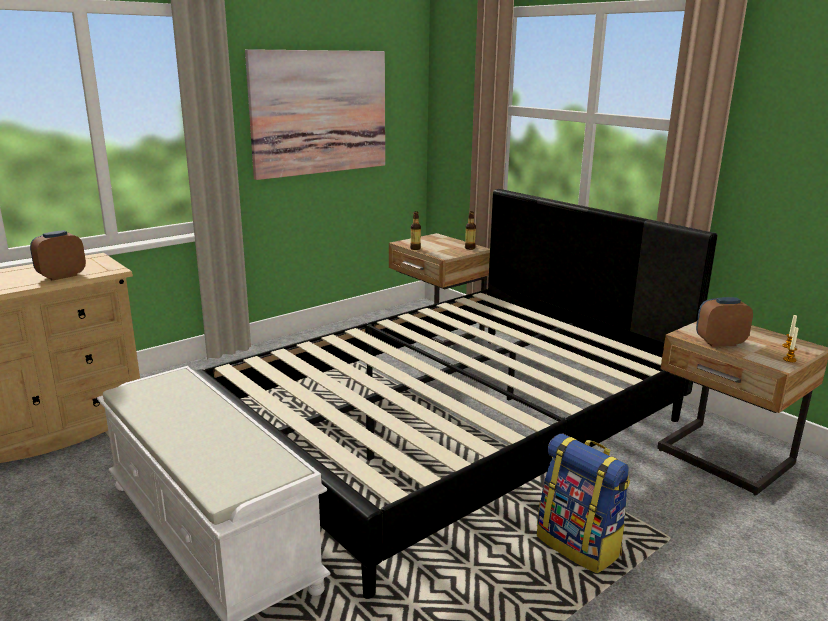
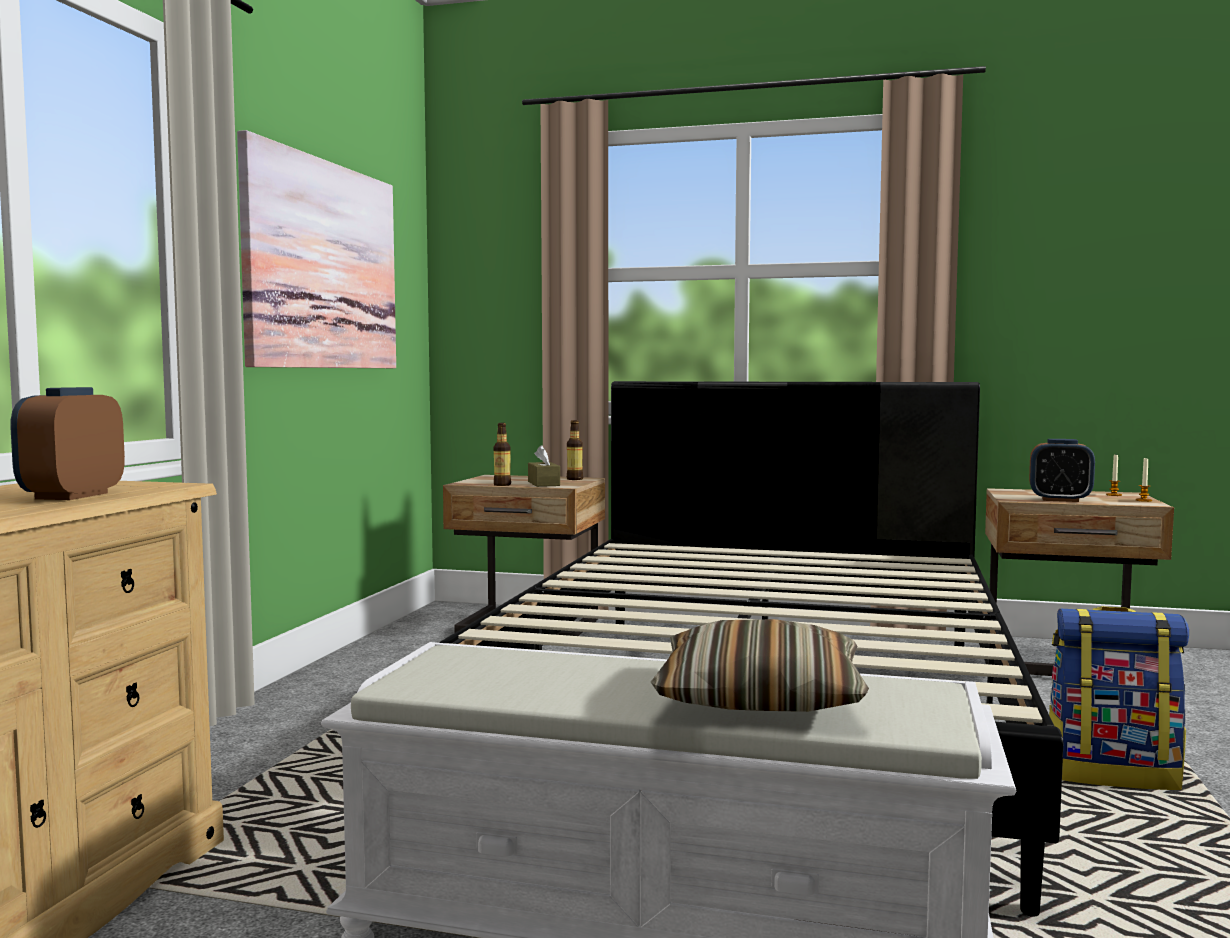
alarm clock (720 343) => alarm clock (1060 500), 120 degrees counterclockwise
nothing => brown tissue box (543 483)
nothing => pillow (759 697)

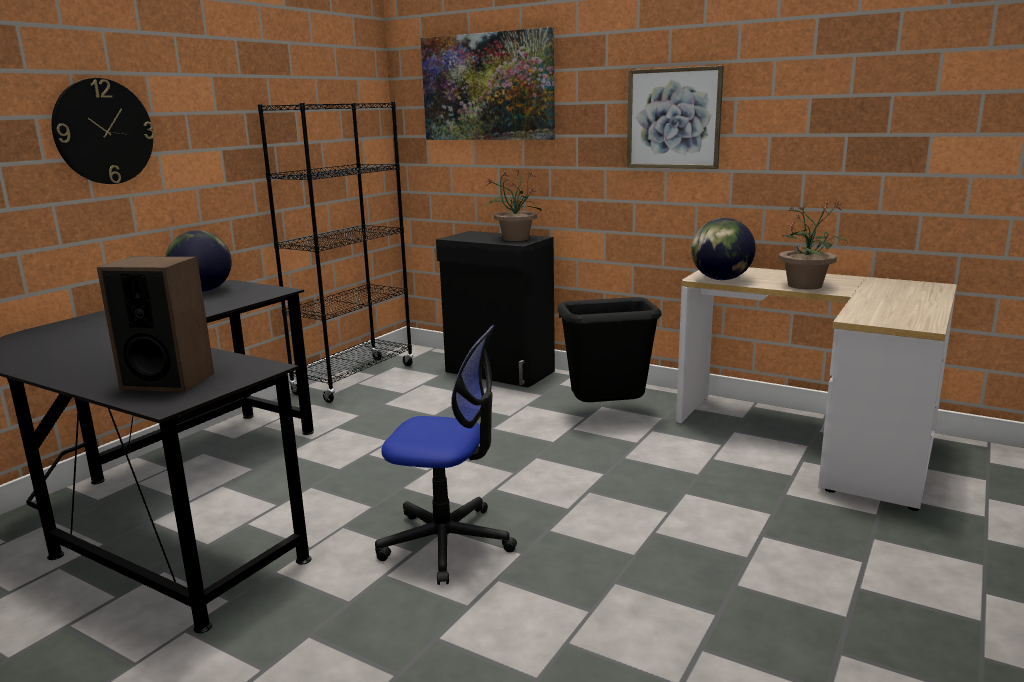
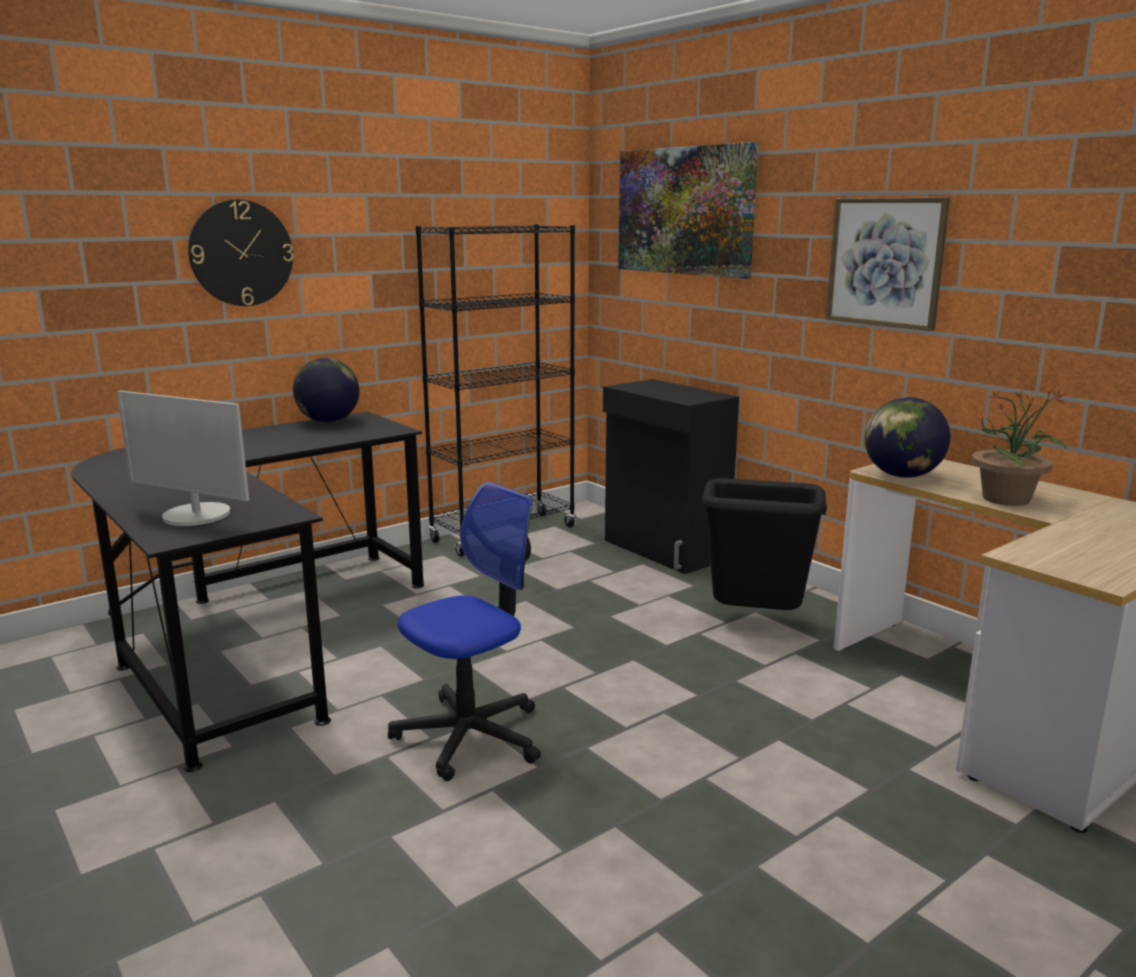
potted plant (515 238) => nothing
speaker (168 381) => monitor (196 515)
office chair (447 542) => office chair (470 736), 75 degrees counterclockwise

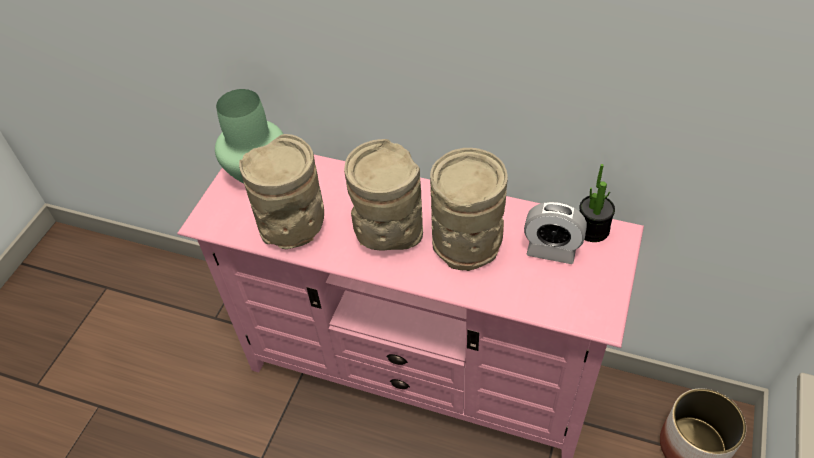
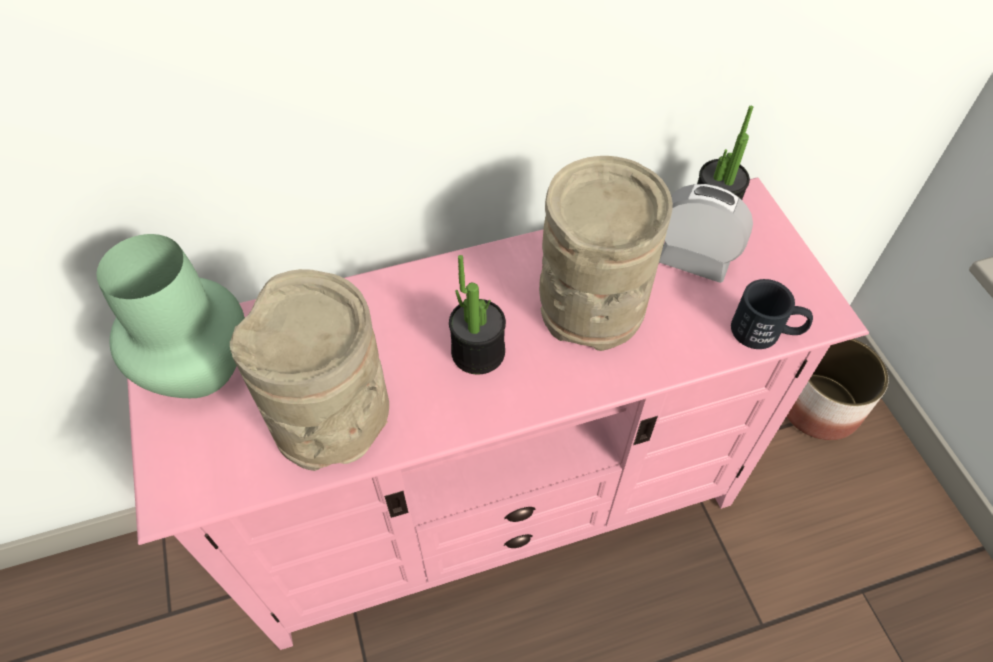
beige vase (387 234) => potted plant (478 352)
alarm clock (551 250) => alarm clock (694 259), 135 degrees counterclockwise
nothing => black mug (766 332)

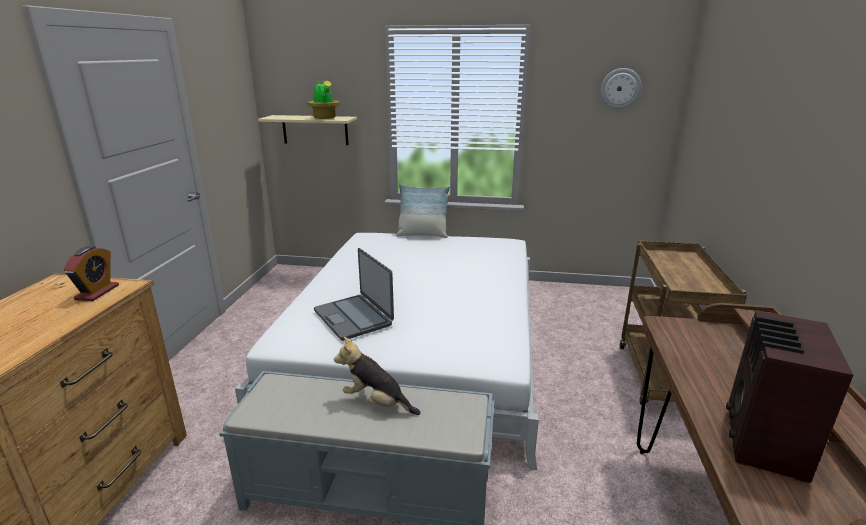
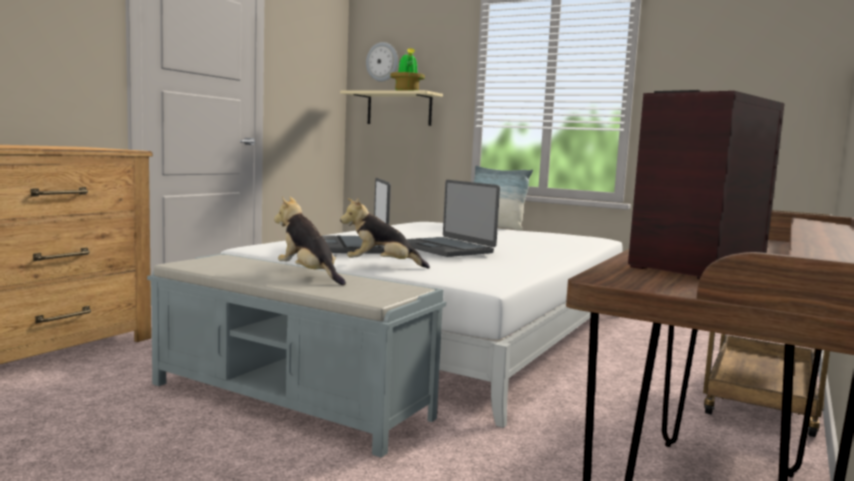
wall clock (620 88) => wall clock (382 62), shifted
alarm clock (97 292) => nothing
nothing => laptop (446 248)
nothing => plush toy (381 266)

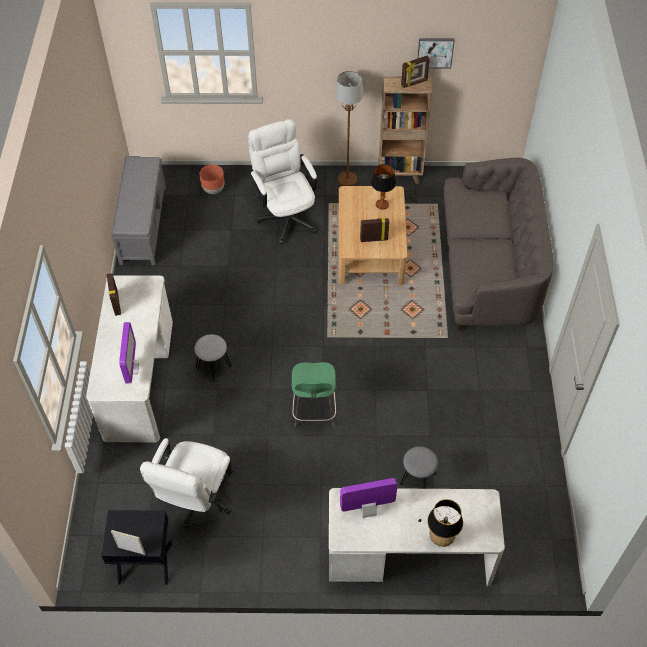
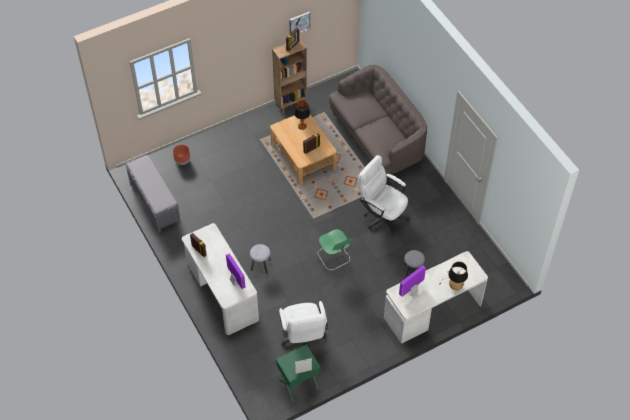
brown floor lamp (347 179) => nothing
white office chair (285 215) => white office chair (382 216), shifted
black nightstand (145 563) => green nightstand (298 384)

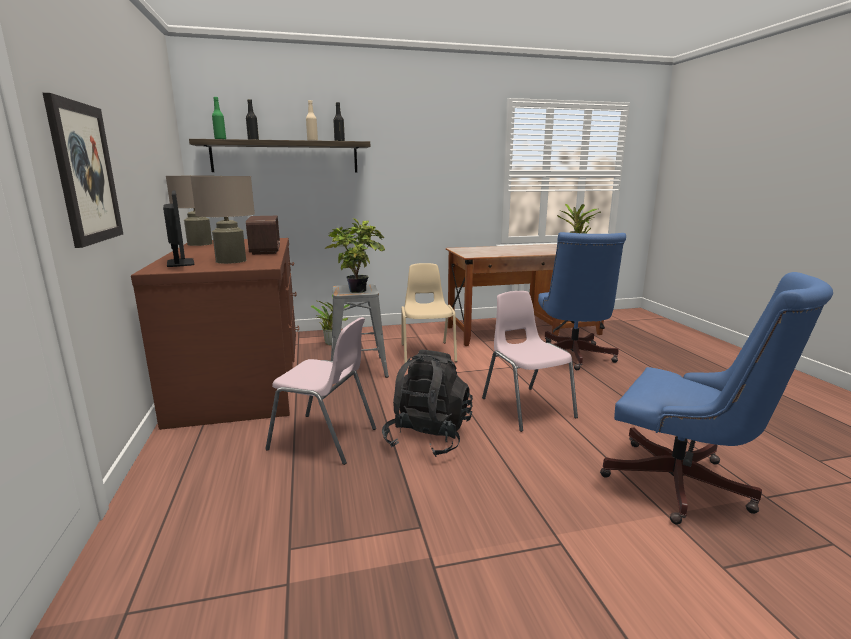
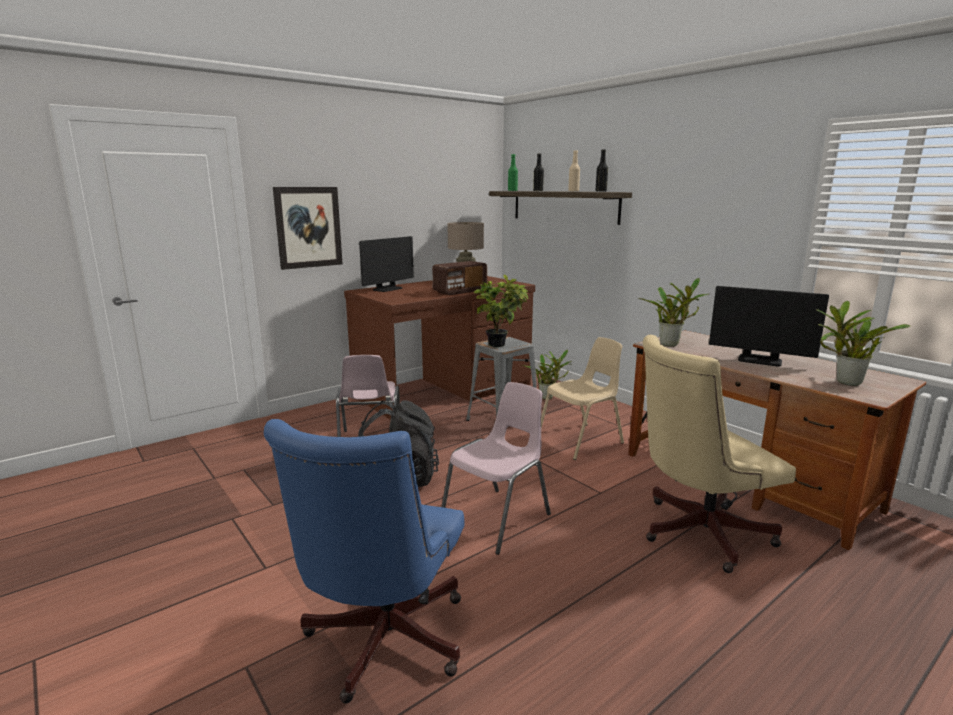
beige table lamp (231 261) => nothing
blue office chair (572 357) => beige office chair (696 533)
nothing => potted plant (671 344)
nothing => monitor (759 360)

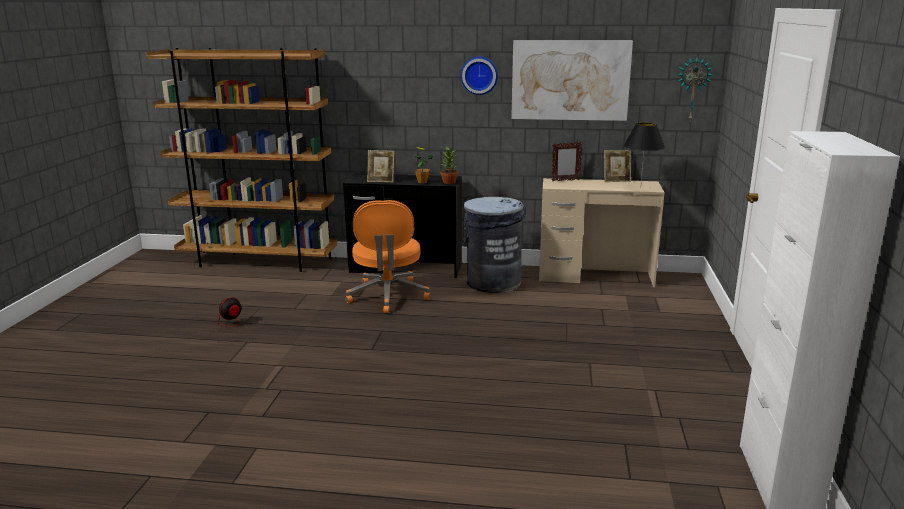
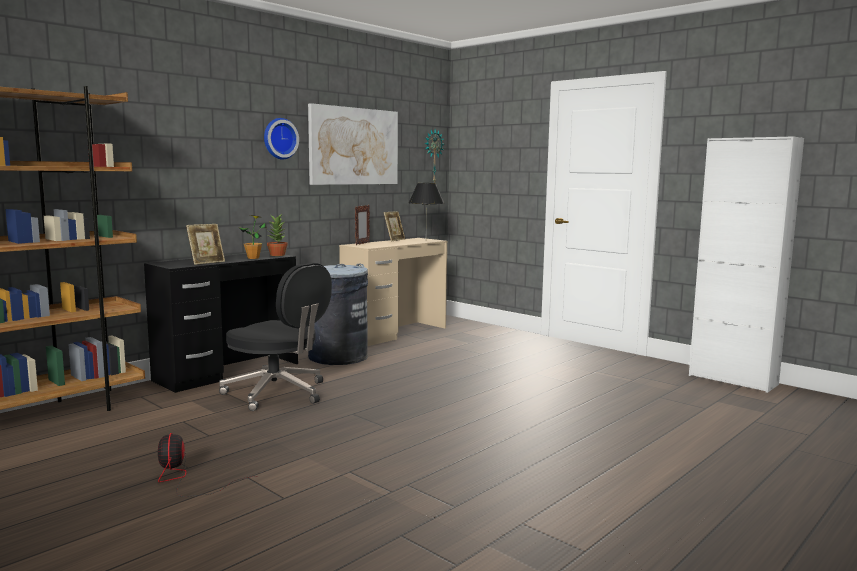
orange office chair (388 296) => black office chair (278 393)

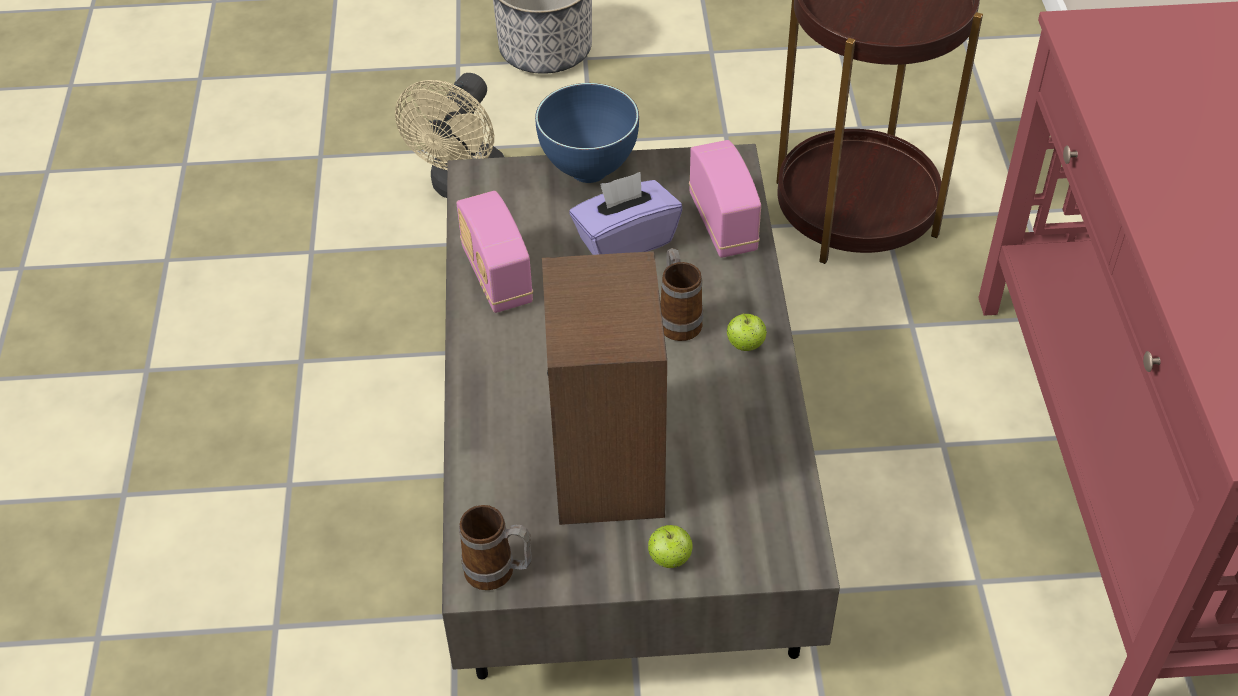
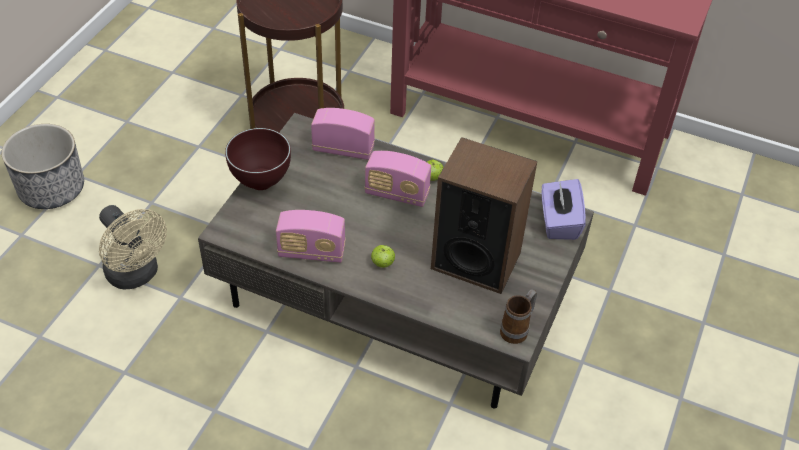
blue bowl (588 170) => brown bowl (259 182)
purple tissue box (625 240) => purple tissue box (559 222), shifted
mug (678 319) => radio (397 194)
apple (670 559) => apple (383 263), shifted

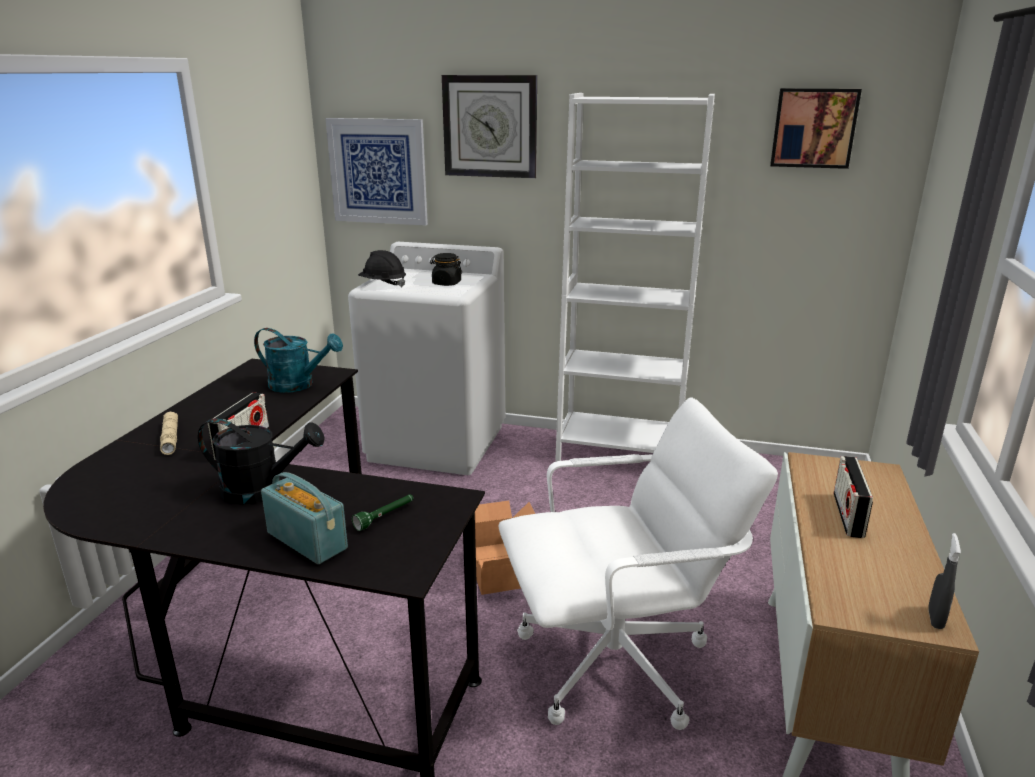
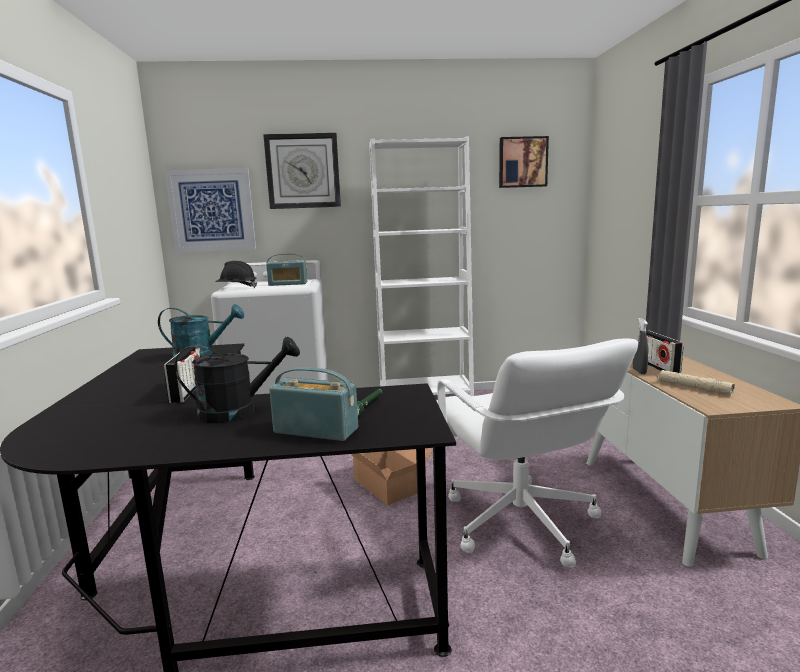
black jar (446 283) => radio (288 284)
white office chair (616 664) => white office chair (520 523), 105 degrees clockwise
beige flashlight (170 438) => beige flashlight (693 388), shifted
grey spray bottle (935 619) => grey spray bottle (639 371), shifted

